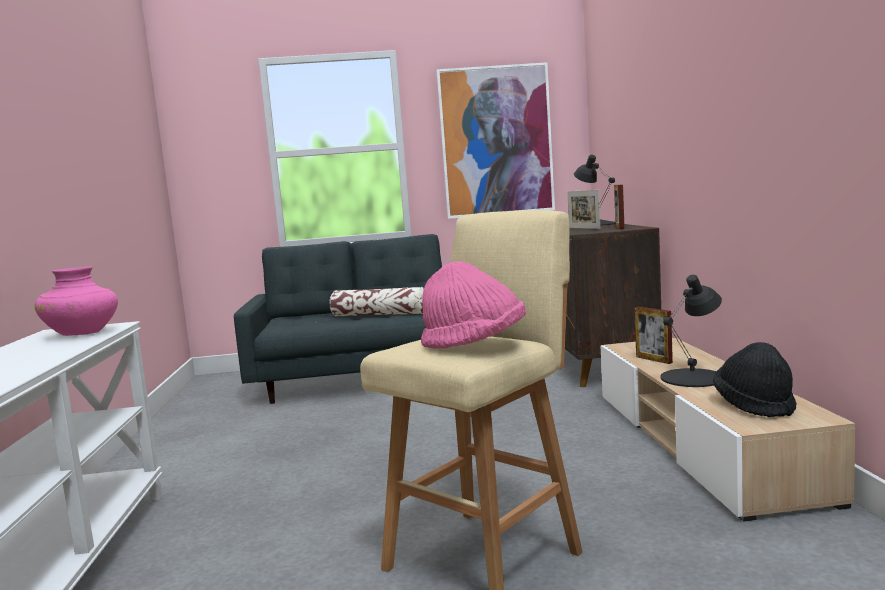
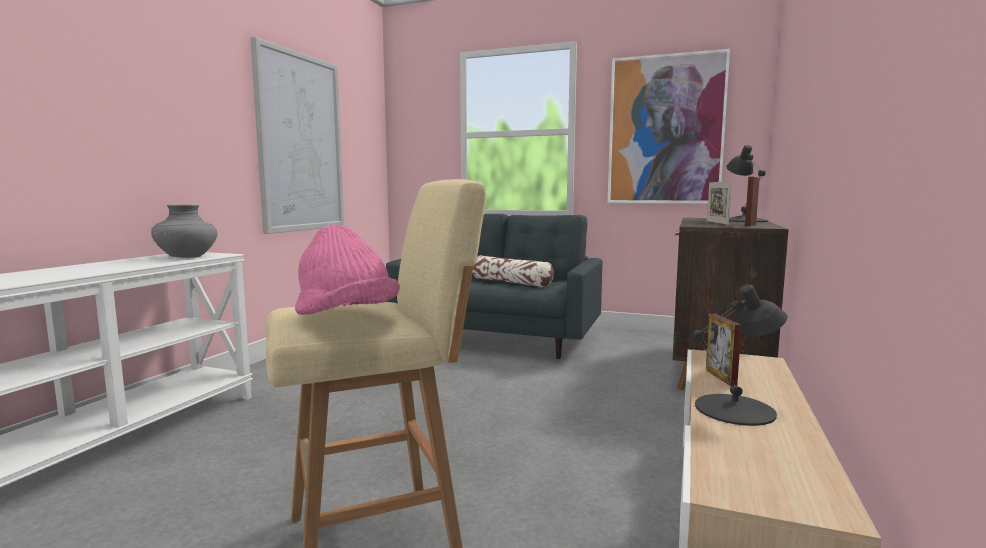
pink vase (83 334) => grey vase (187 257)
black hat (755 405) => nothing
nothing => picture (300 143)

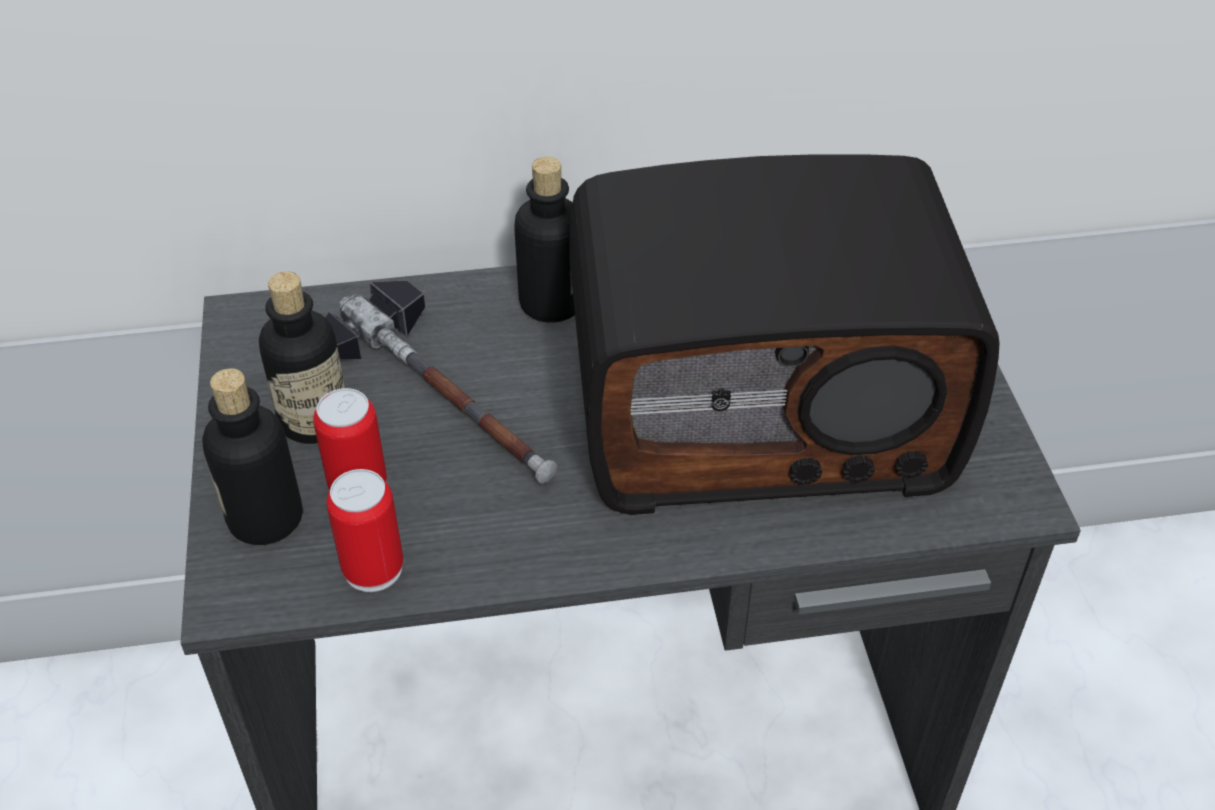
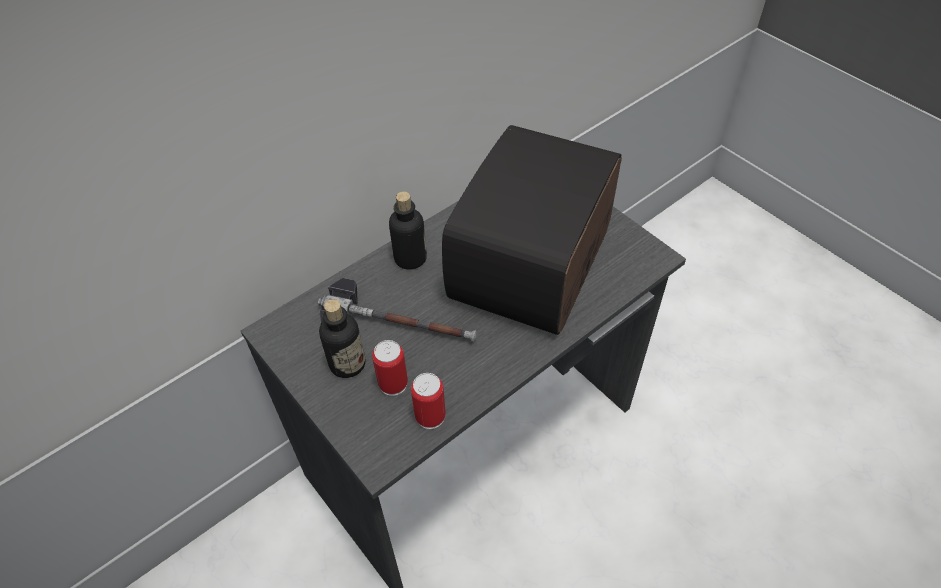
radio (760 408) => radio (534 265), 150 degrees clockwise
bottle (265 518) => nothing

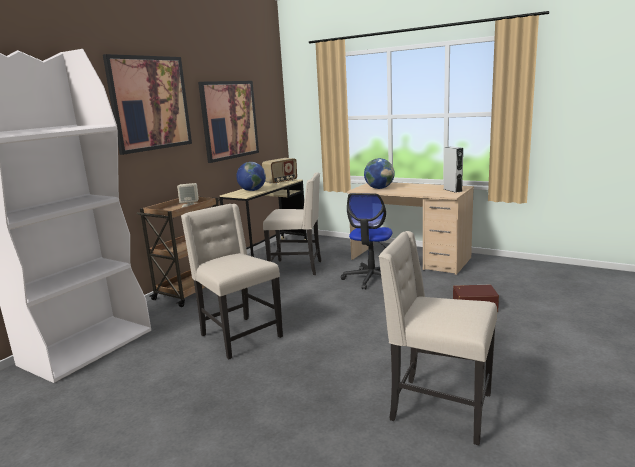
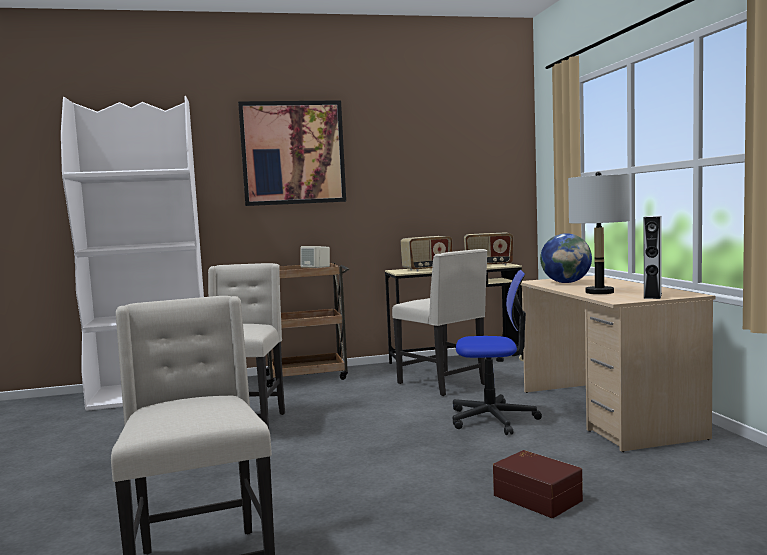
picture (229 120) => nothing
globe (252 190) => radio (427 269)
office chair (371 278) => office chair (493 419), 150 degrees counterclockwise
nothing => grey table lamp (599 292)

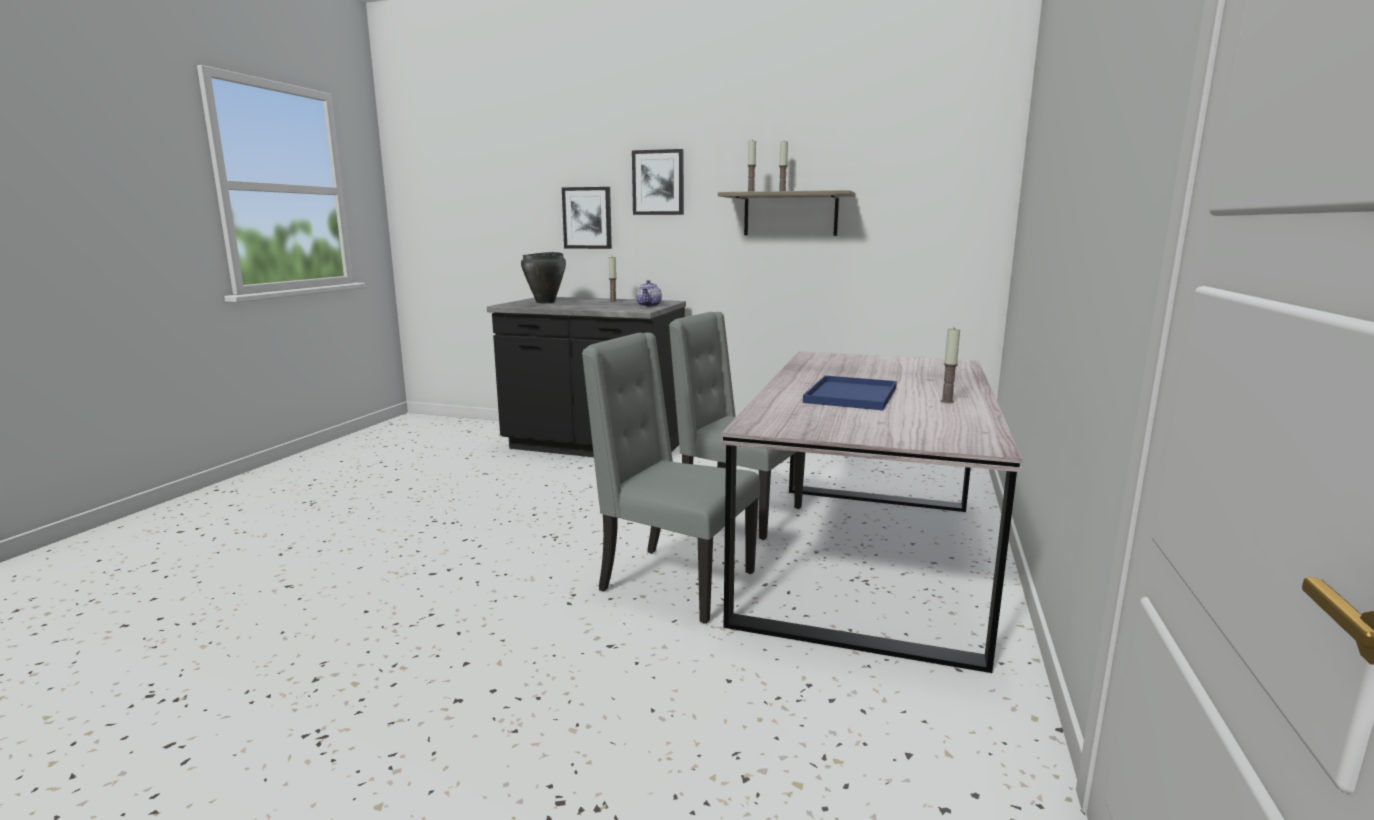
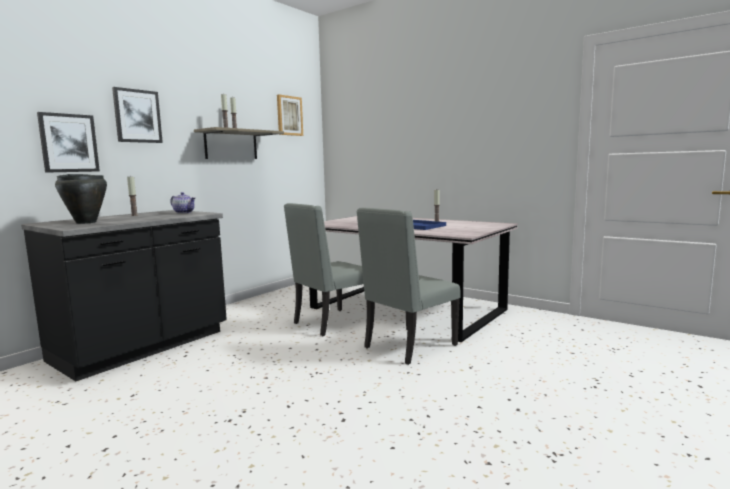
nothing => picture (289 116)

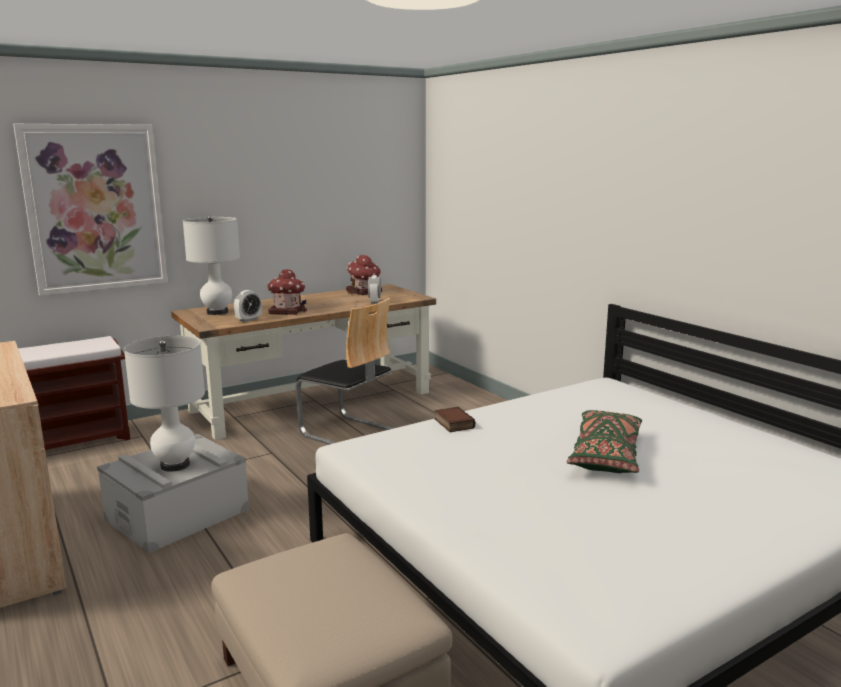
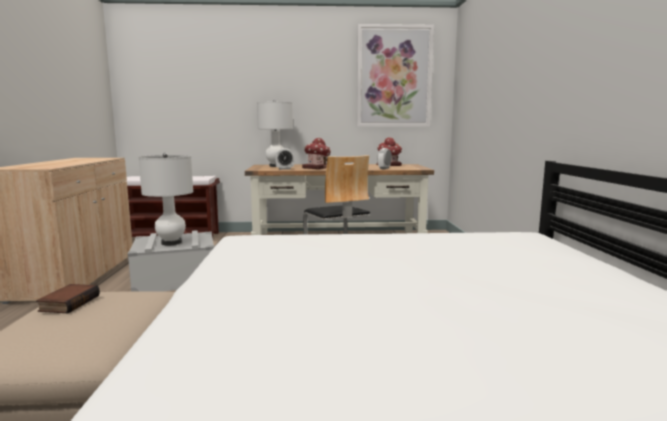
picture (95 208) => picture (394 77), shifted
book (452 423) => book (69 303), shifted
green pillow (606 454) => nothing

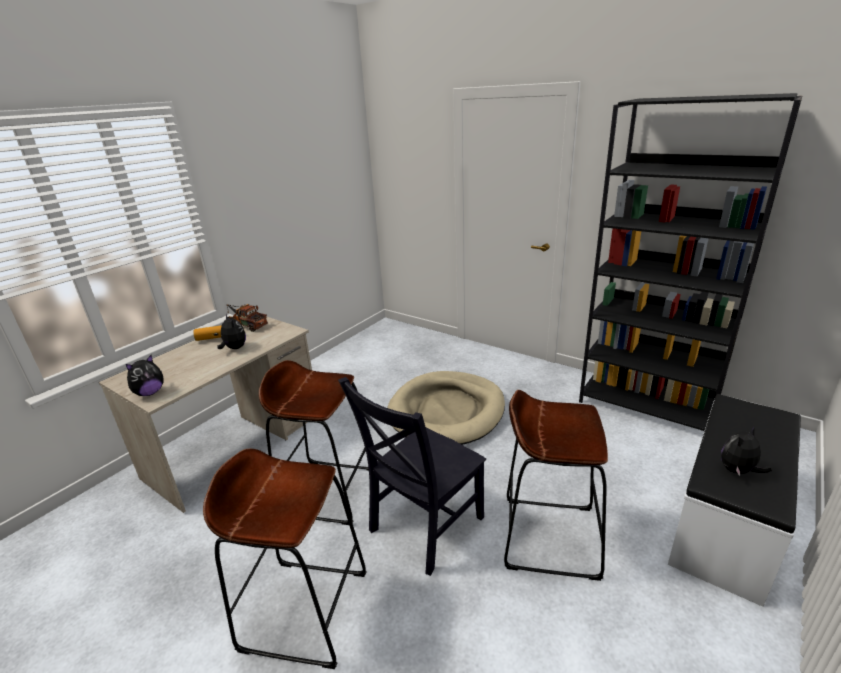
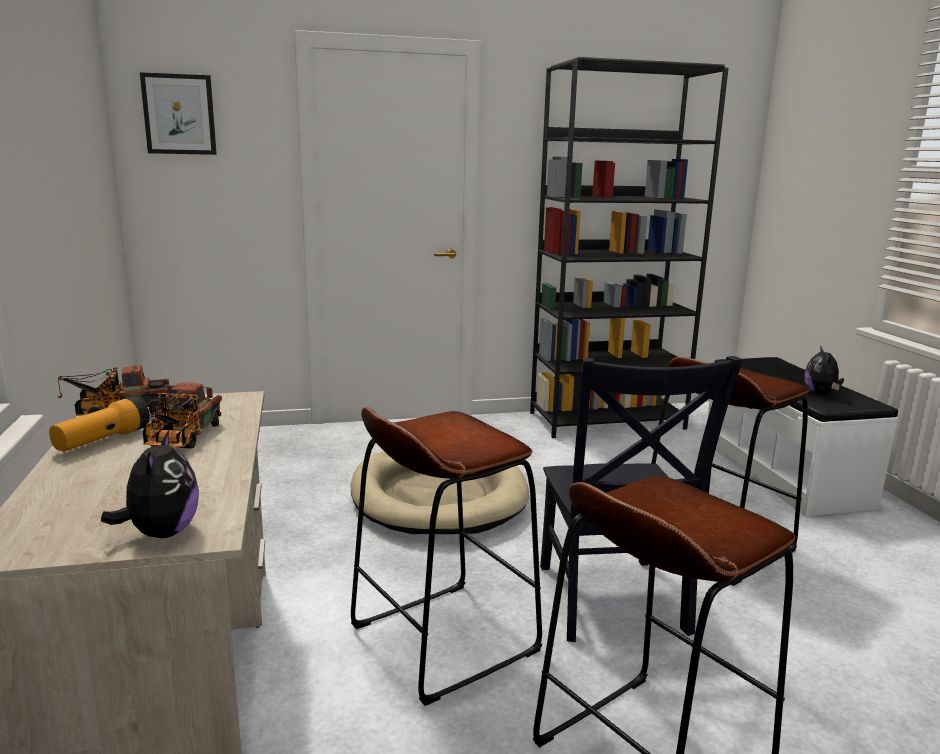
plush toy (234 348) => toy truck (182 439)
nothing => picture (179 114)

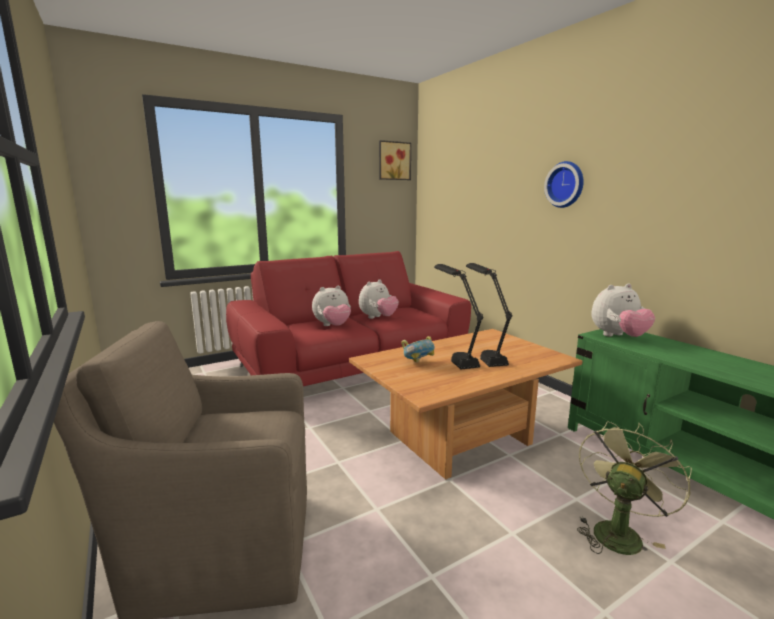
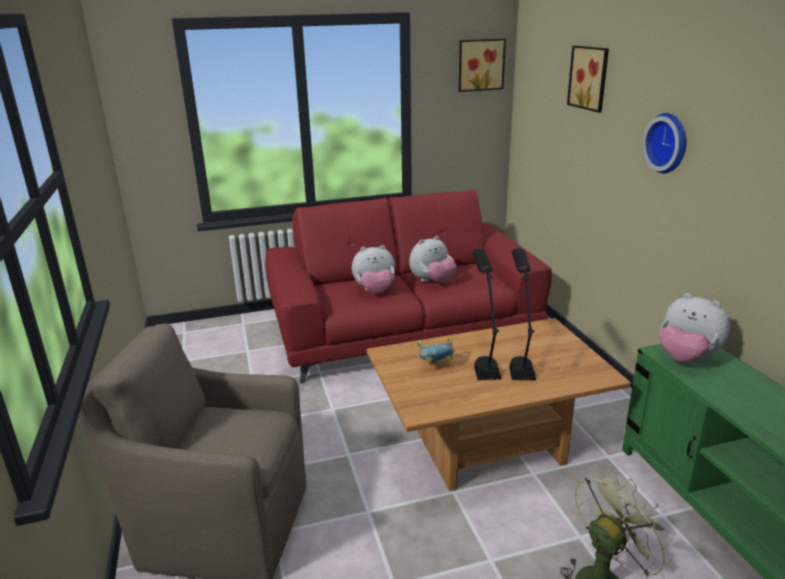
plush toy (618 337) => plush toy (686 358), 45 degrees clockwise
nothing => picture (590 78)

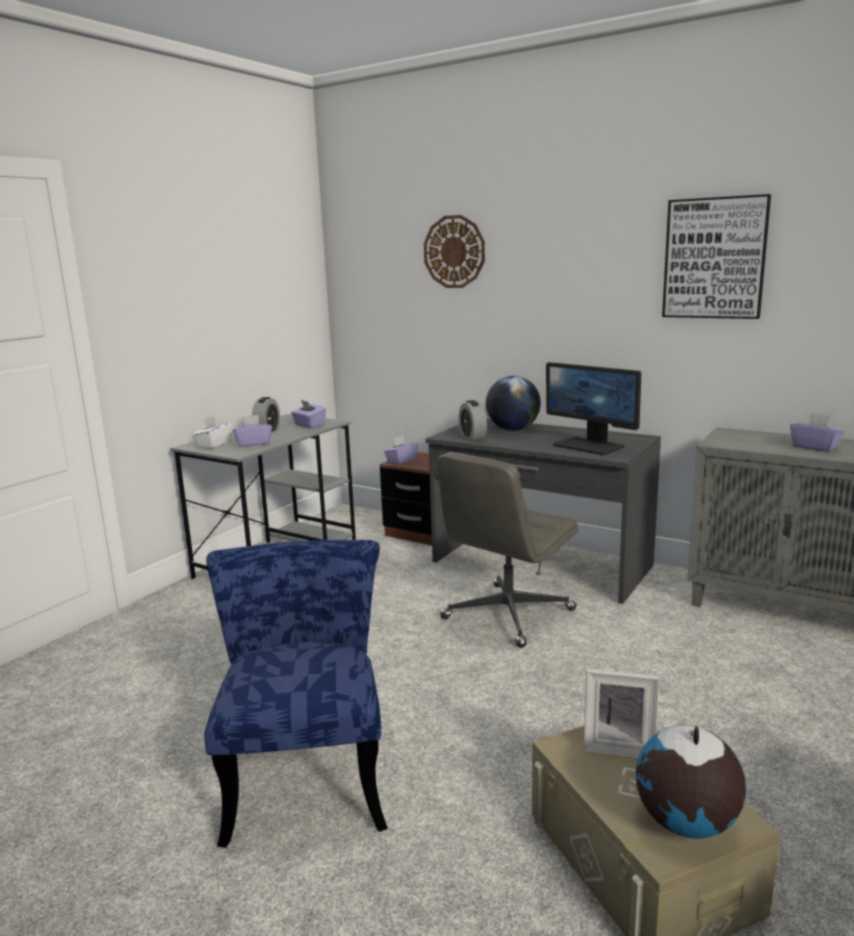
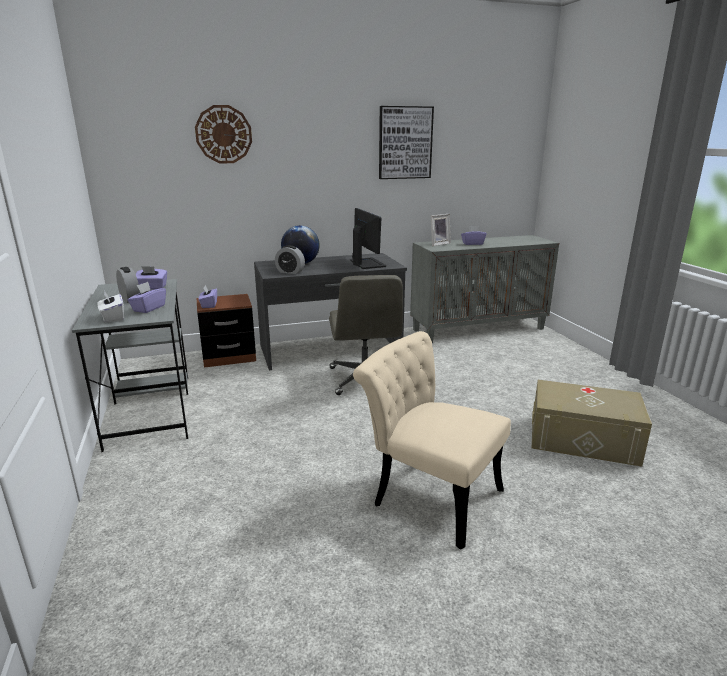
monitor (589 446) => monitor (366 263), 105 degrees counterclockwise
blue chair (308 773) => beige chair (428 494)
picture frame (618 746) => picture frame (438 244), shifted
globe (685 823) => nothing

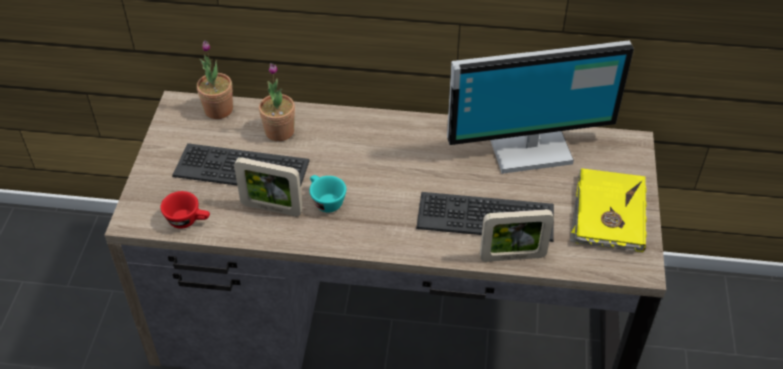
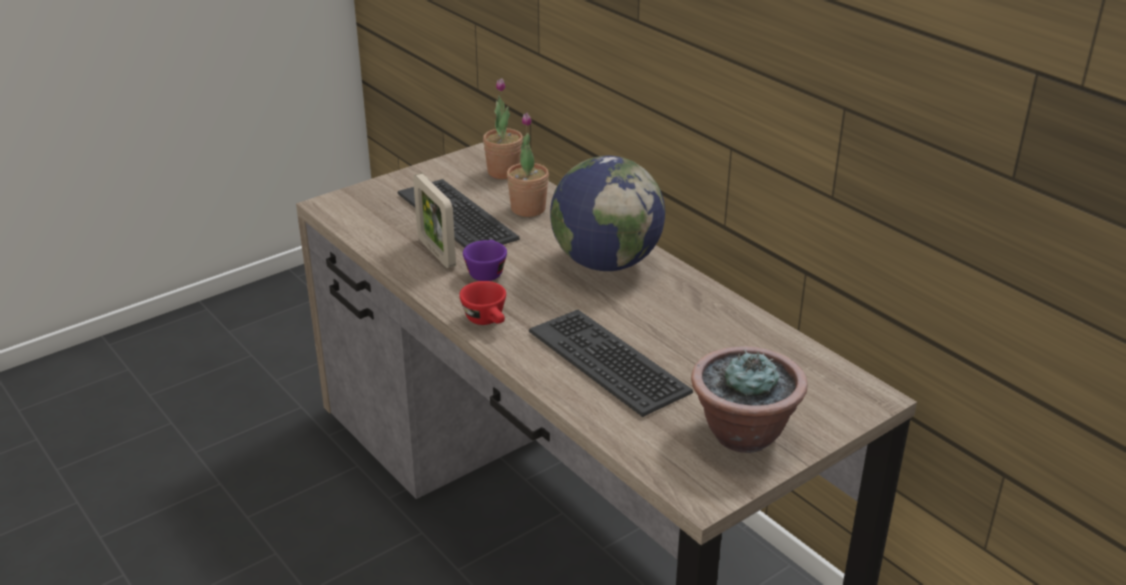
monitor (529 146) => nothing
yellow book (608 213) => potted plant (743 433)
turquoise cup (325 201) => purple cup (486 271)
red cup (188 220) => red cup (488 321), shifted
picture frame (512 257) => nothing
nothing => globe (606 262)

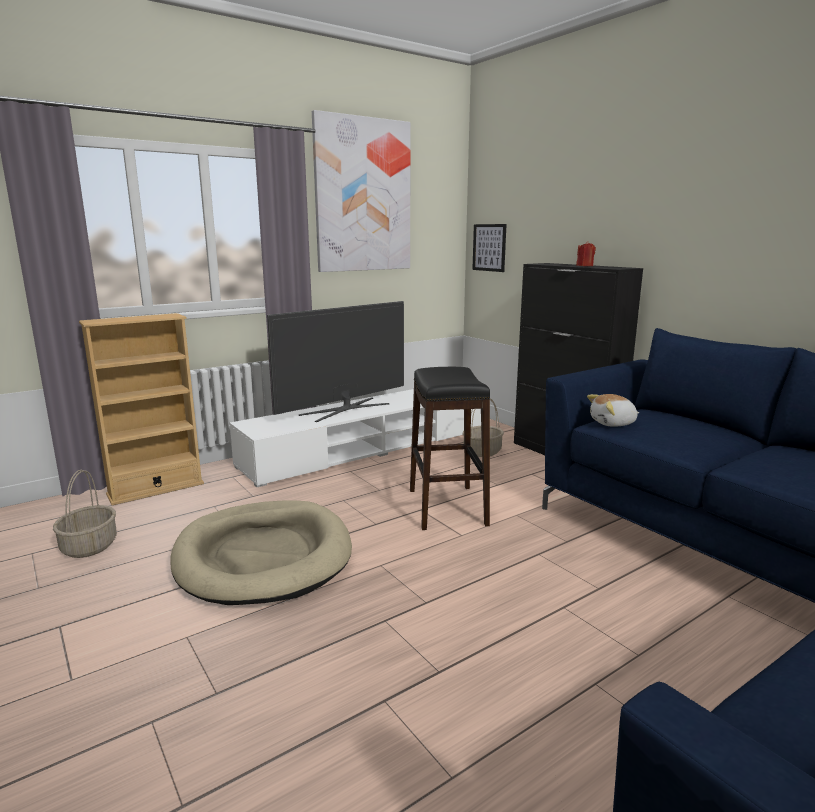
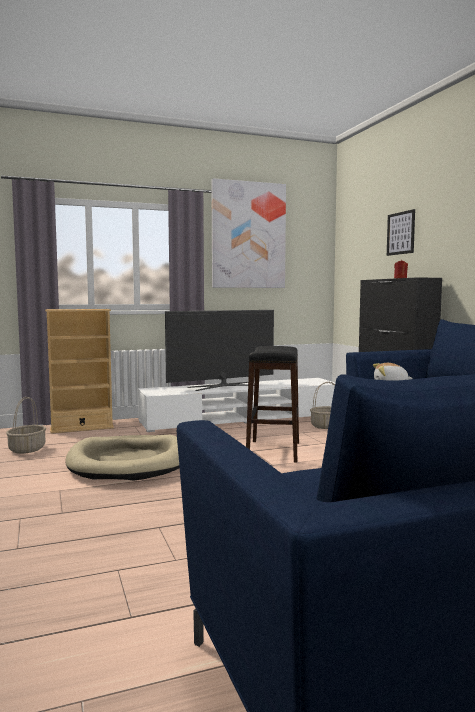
picture (489 247) => picture (401 233), shifted

